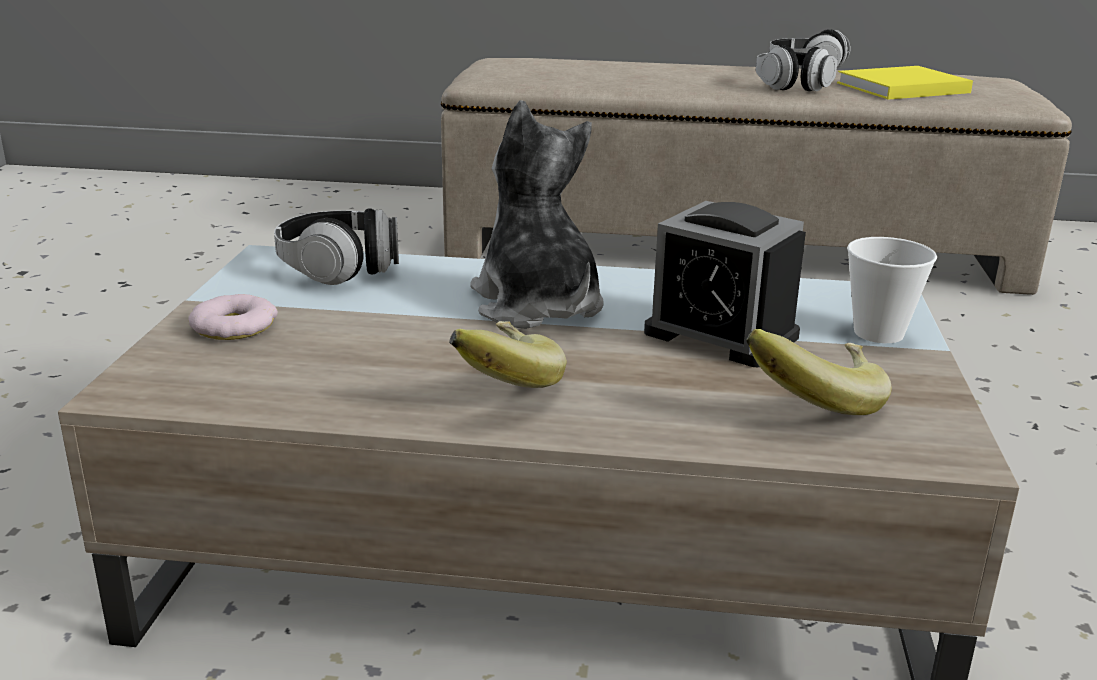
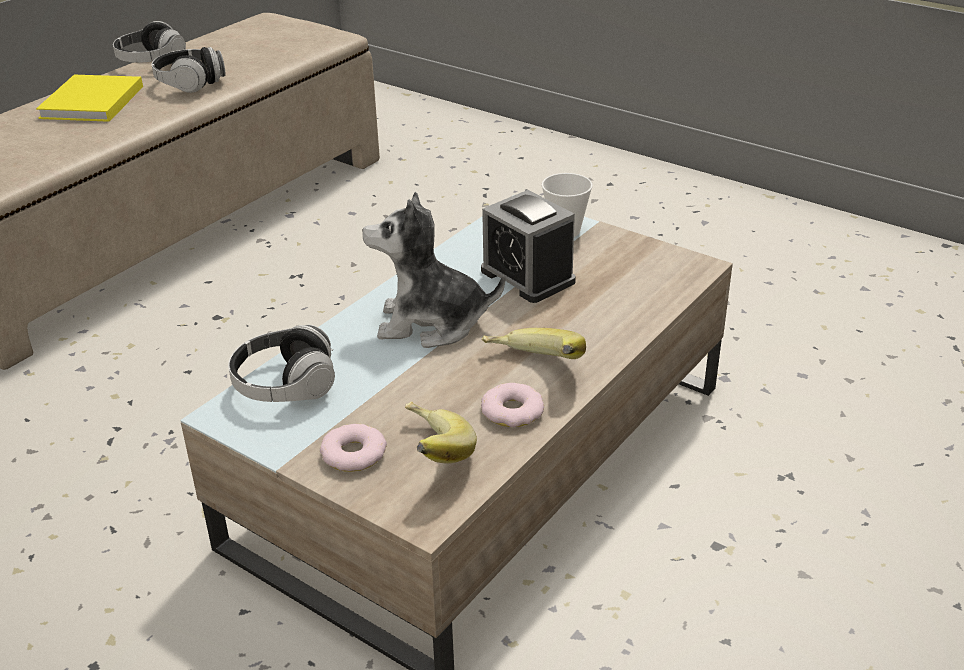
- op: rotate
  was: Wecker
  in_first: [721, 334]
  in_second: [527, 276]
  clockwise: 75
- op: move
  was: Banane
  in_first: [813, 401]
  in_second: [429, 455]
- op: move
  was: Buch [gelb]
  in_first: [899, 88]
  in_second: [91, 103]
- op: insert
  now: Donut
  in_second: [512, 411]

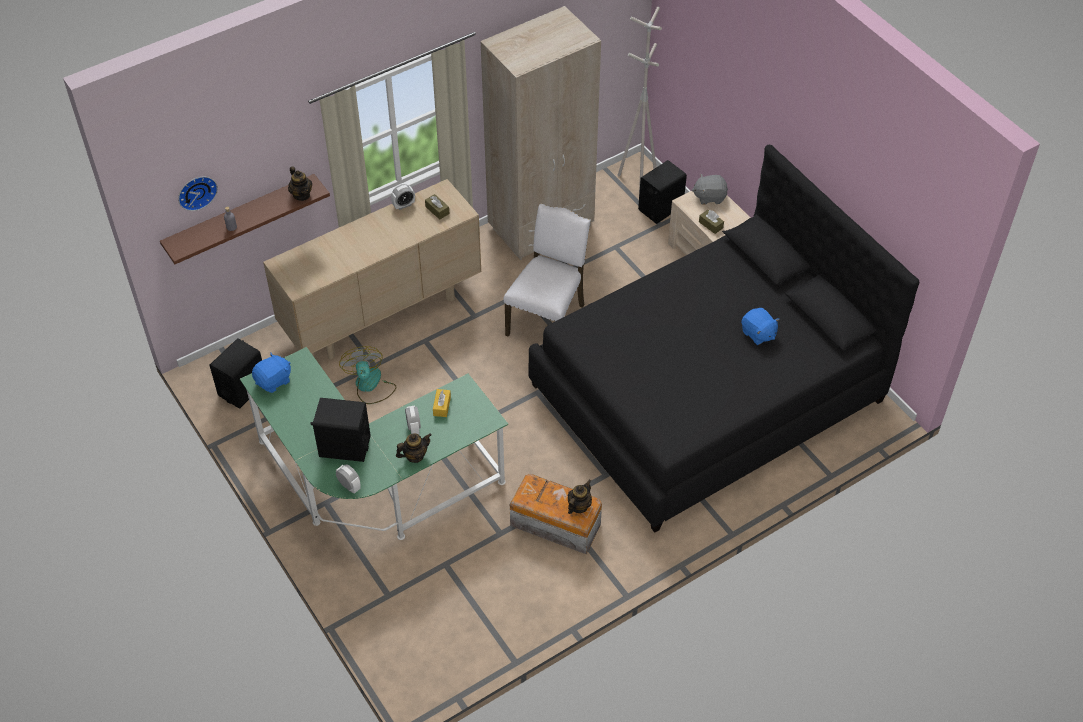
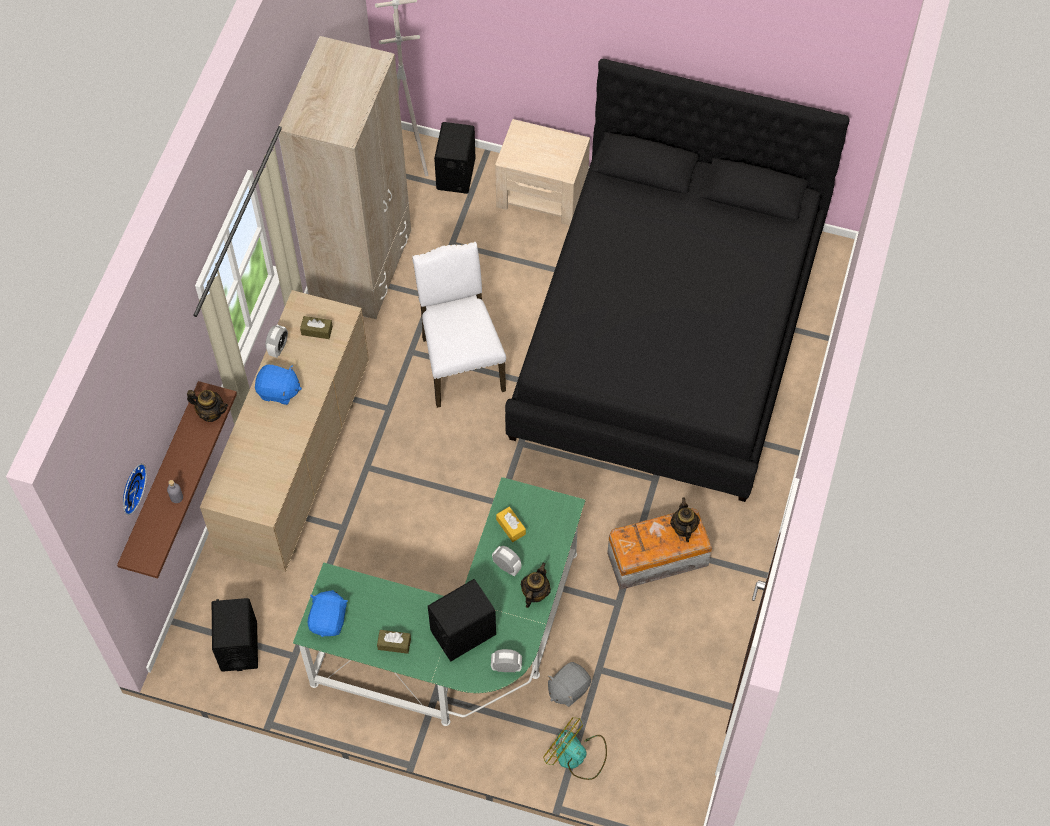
- op: move
  was: Ventilator
  in_first: [370, 386]
  in_second: [576, 756]
- op: move
  was: Plüschtier [grau]
  in_first: [709, 197]
  in_second: [568, 689]
- op: move
  was: Taschentuchbox [braun]
  in_first: [710, 225]
  in_second: [394, 644]
- op: move
  was: Plüschtier [blau]
  in_first: [758, 334]
  in_second: [278, 391]

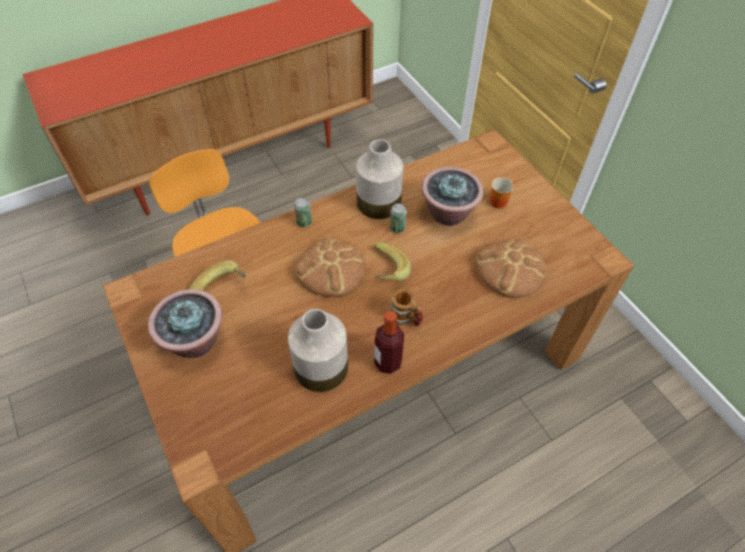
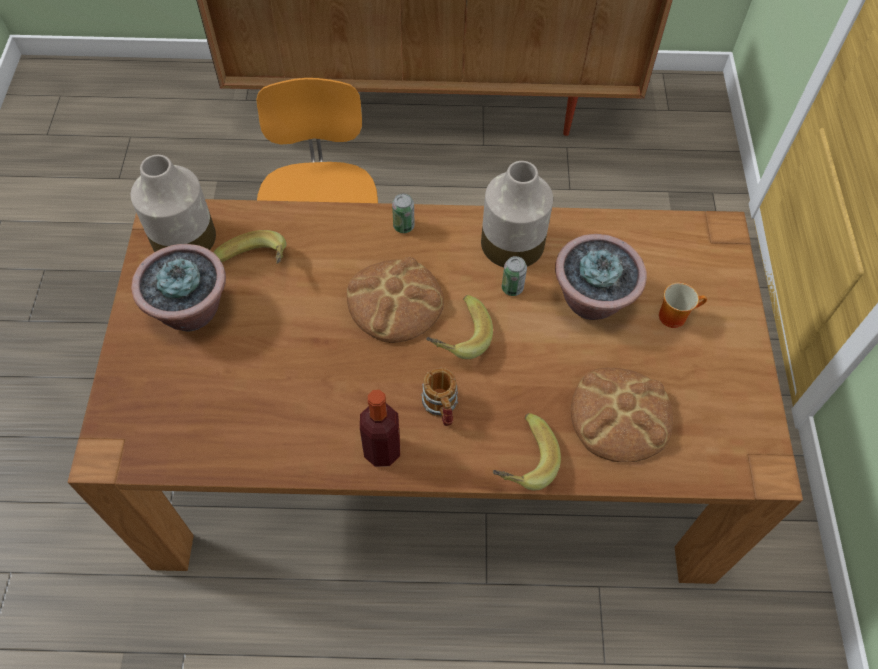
- op: move
  was: Vase [beige]
  in_first: [321, 367]
  in_second: [183, 238]
- op: insert
  now: Banane
  in_second: [520, 461]

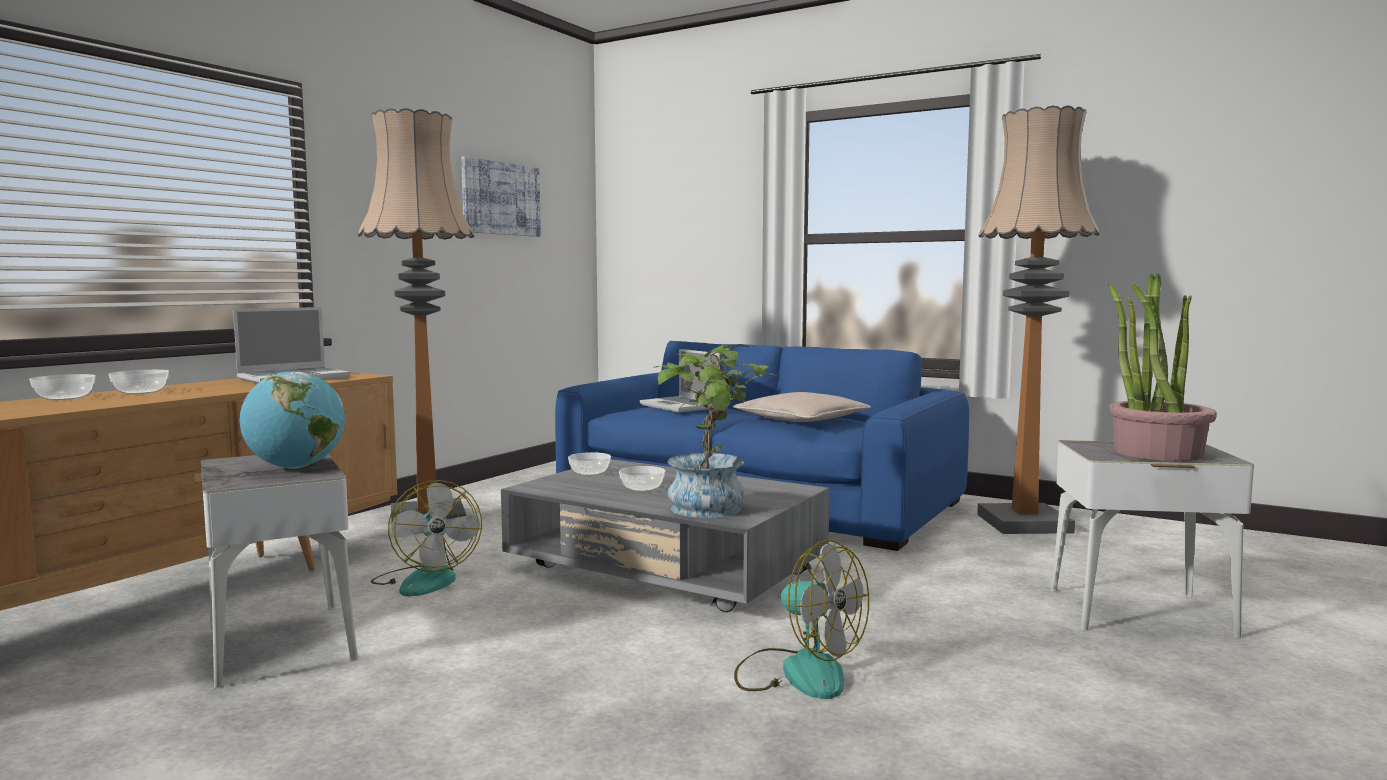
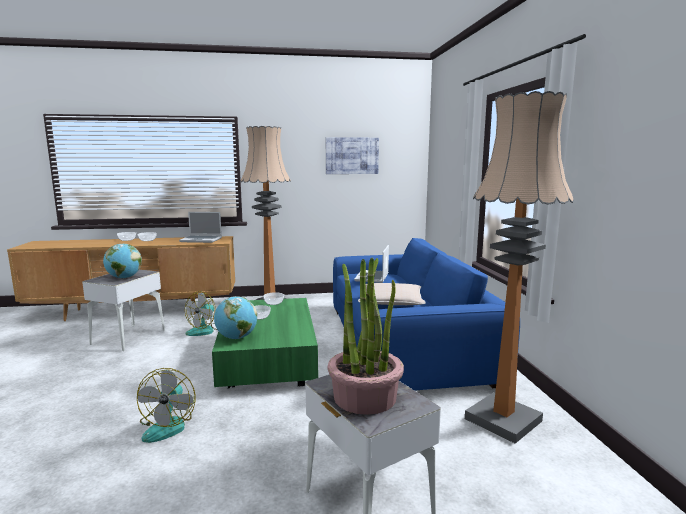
- op: recolor
  was: Couchtisch [grau]
  now: Couchtisch [grün]
  in_first: [666, 568]
  in_second: [268, 359]
- op: replace
  was: Topfpflanze
  now: Globus
  in_first: [713, 511]
  in_second: [236, 338]

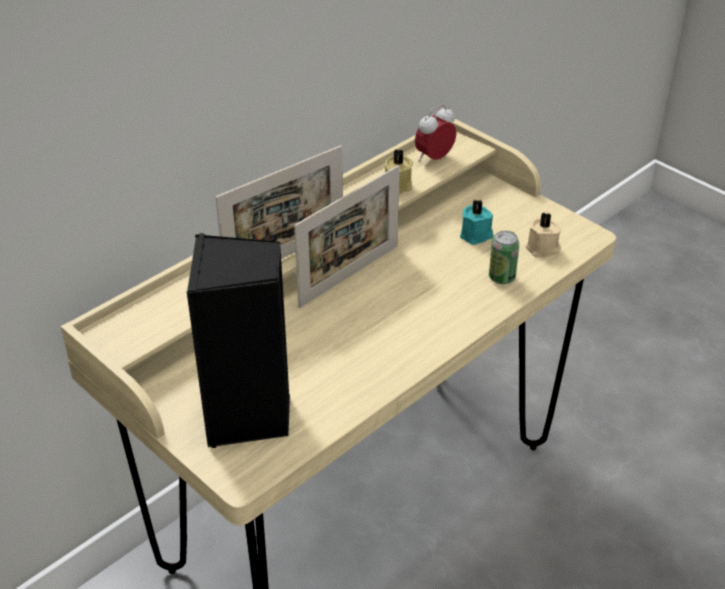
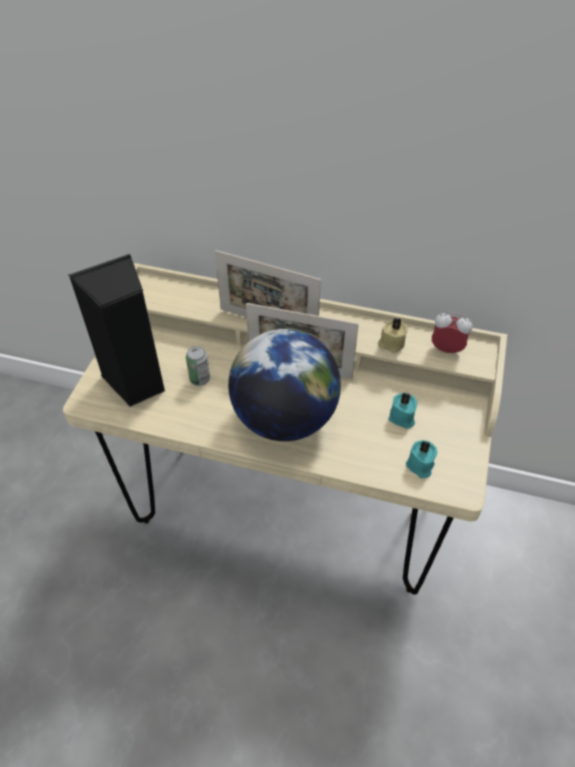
- op: move
  was: Dose
  in_first: [501, 277]
  in_second: [200, 379]
- op: recolor
  was: Kerze [beige]
  now: Kerze [türkis]
  in_first: [543, 249]
  in_second: [420, 466]
- op: insert
  now: Globus
  in_second: [284, 418]

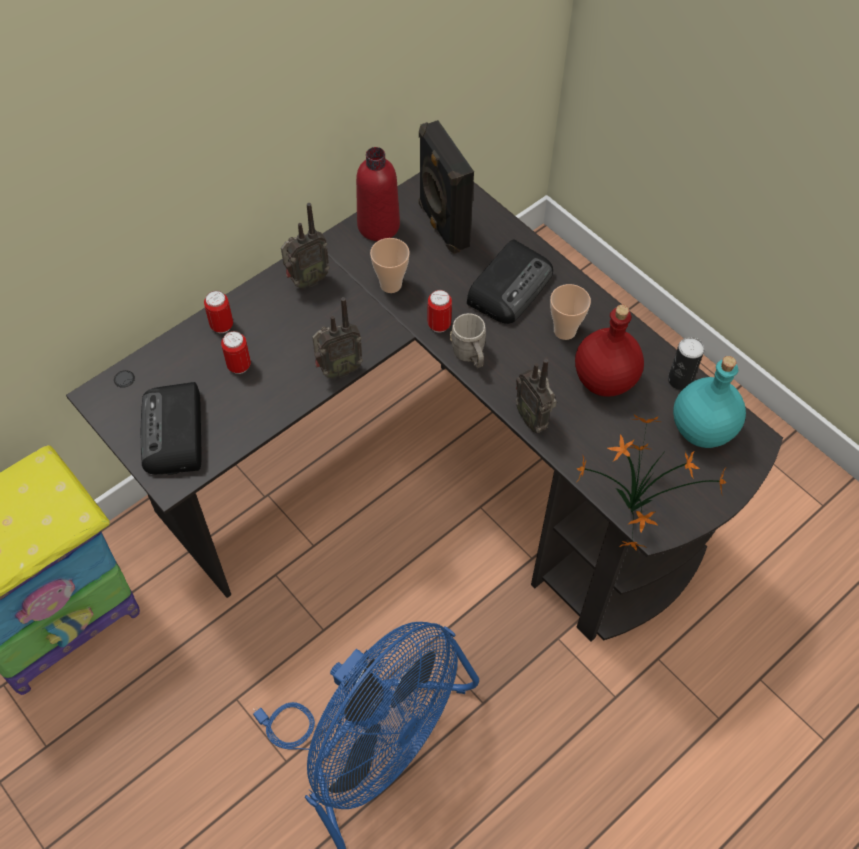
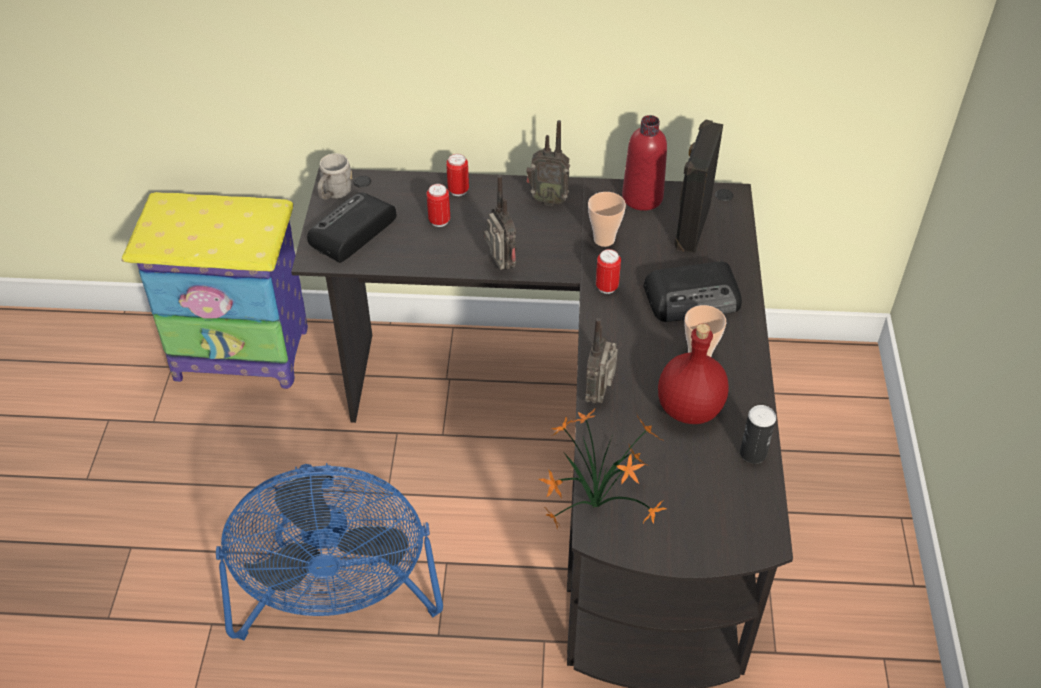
- op: rotate
  was: Radio
  in_first: [338, 369]
  in_second: [500, 266]
  clockwise: -135
- op: move
  was: Henkelbecher [grau]
  in_first: [470, 356]
  in_second: [334, 194]
- op: delete
  was: Flasche [türkis]
  in_first: [702, 428]

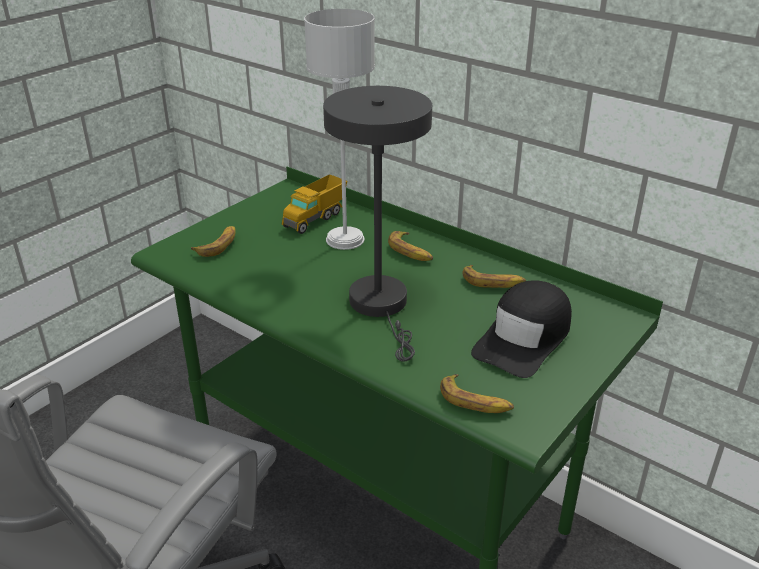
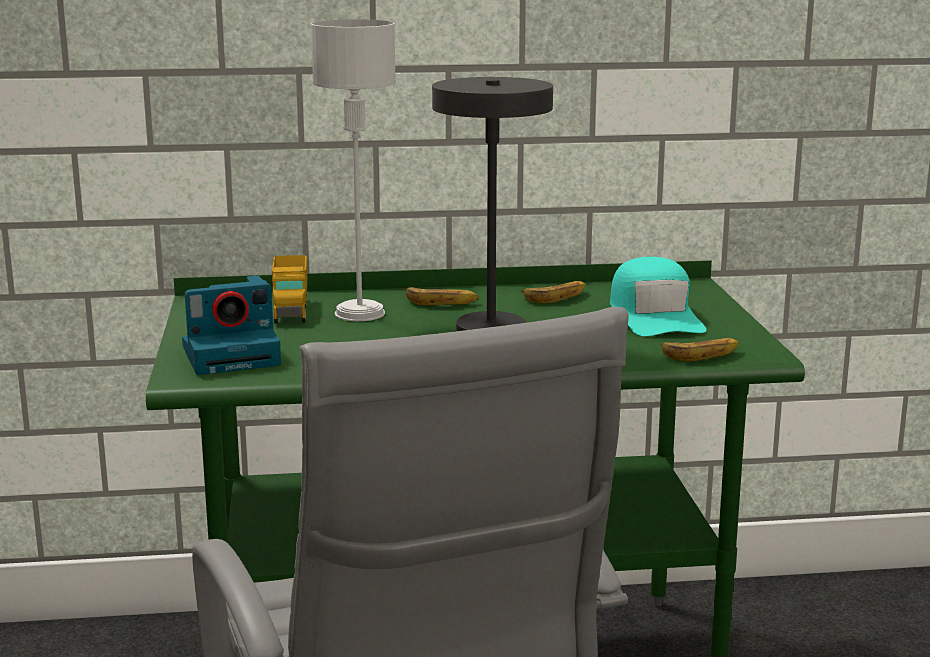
- op: replace
  was: Banane
  now: Kamera
  in_first: [218, 245]
  in_second: [233, 355]
- op: recolor
  was: Kappe [schwarz]
  now: Kappe [türkis]
  in_first: [524, 339]
  in_second: [654, 316]

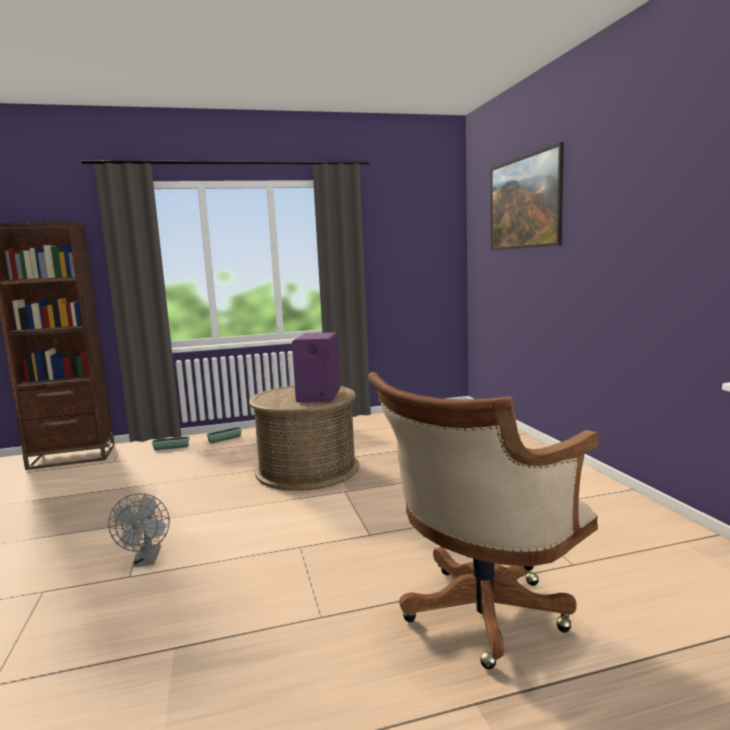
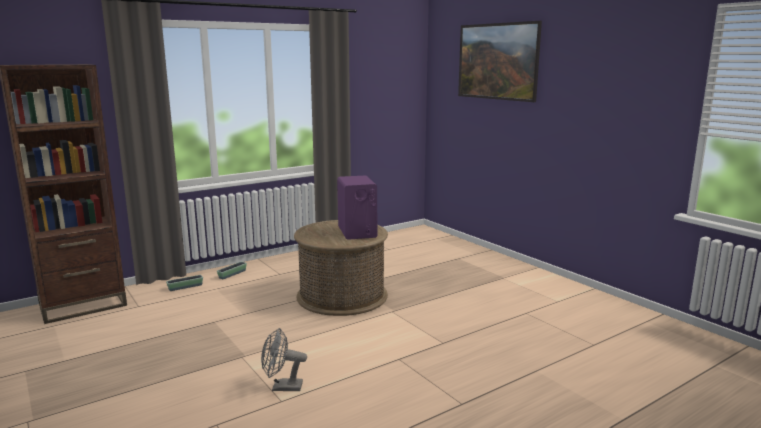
- op: rotate
  was: Ventilator [grau]
  in_first: [147, 560]
  in_second: [282, 387]
  clockwise: 120
- op: delete
  was: Bürostuhl
  in_first: [480, 616]

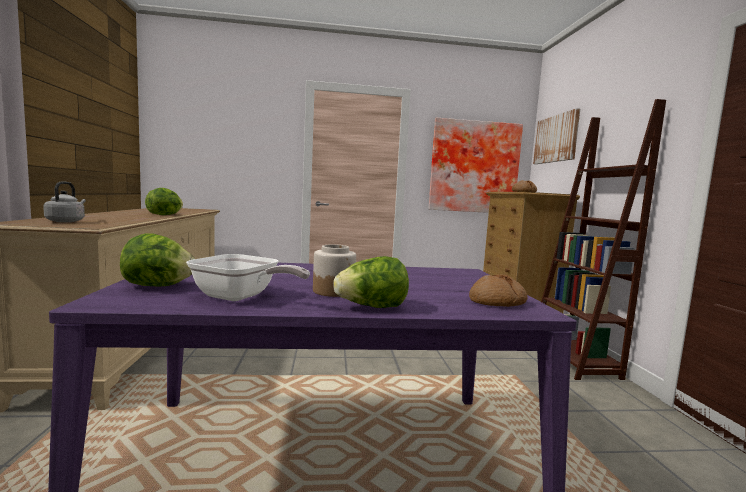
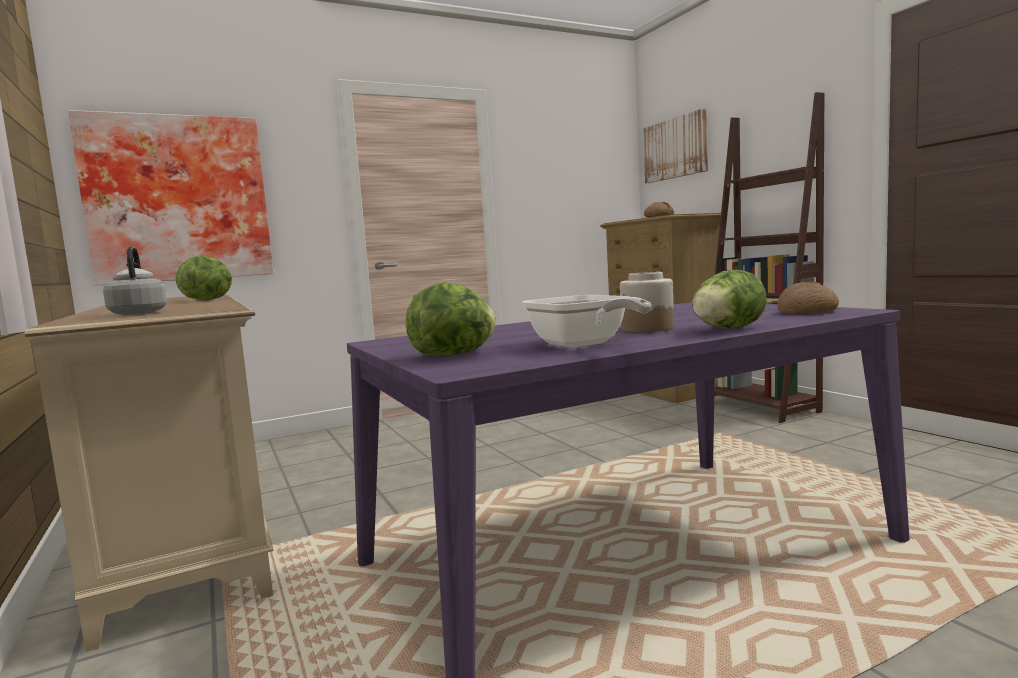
- op: rotate
  was: Pfanne
  in_first: [241, 297]
  in_second: [583, 345]
  clockwise: 60
- op: move
  was: Bild
  in_first: [473, 167]
  in_second: [178, 199]

